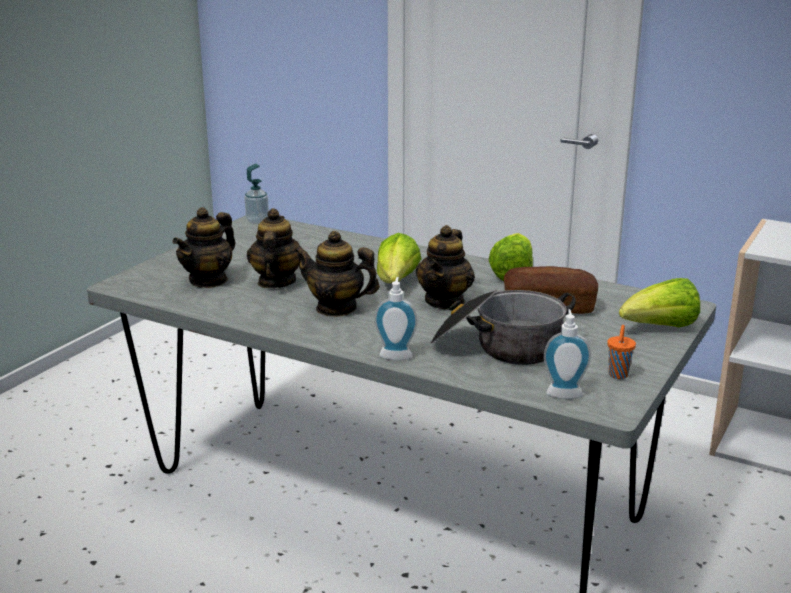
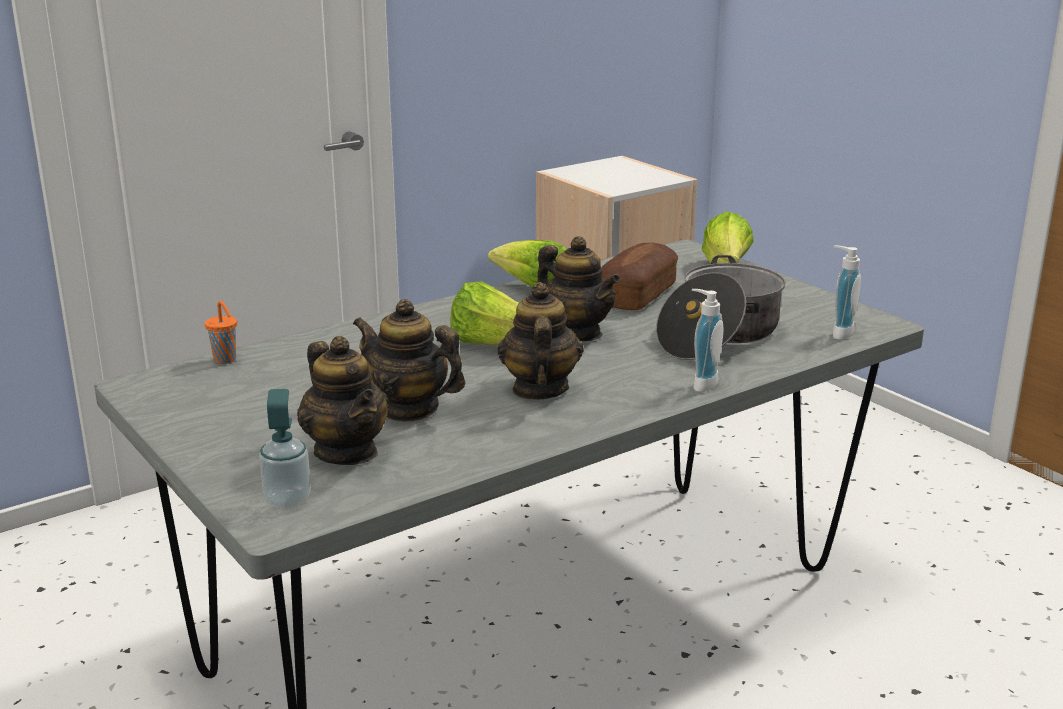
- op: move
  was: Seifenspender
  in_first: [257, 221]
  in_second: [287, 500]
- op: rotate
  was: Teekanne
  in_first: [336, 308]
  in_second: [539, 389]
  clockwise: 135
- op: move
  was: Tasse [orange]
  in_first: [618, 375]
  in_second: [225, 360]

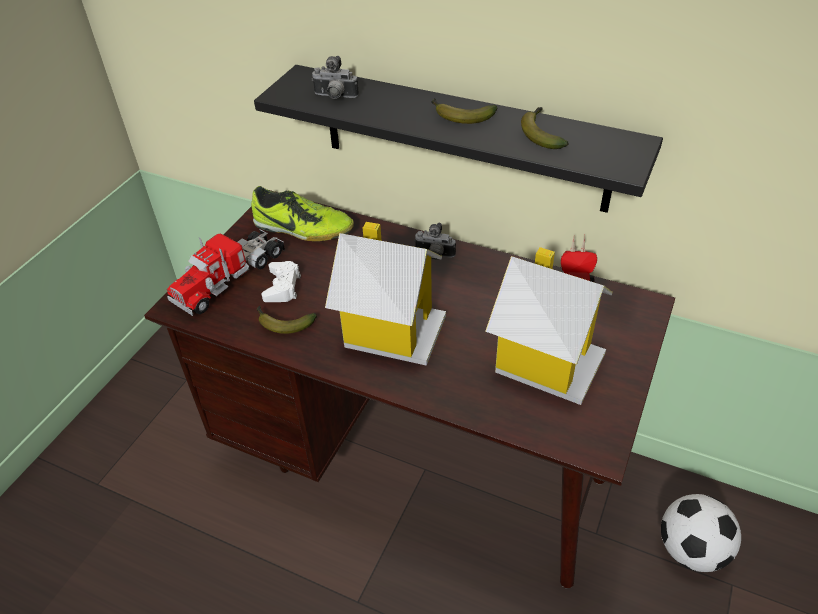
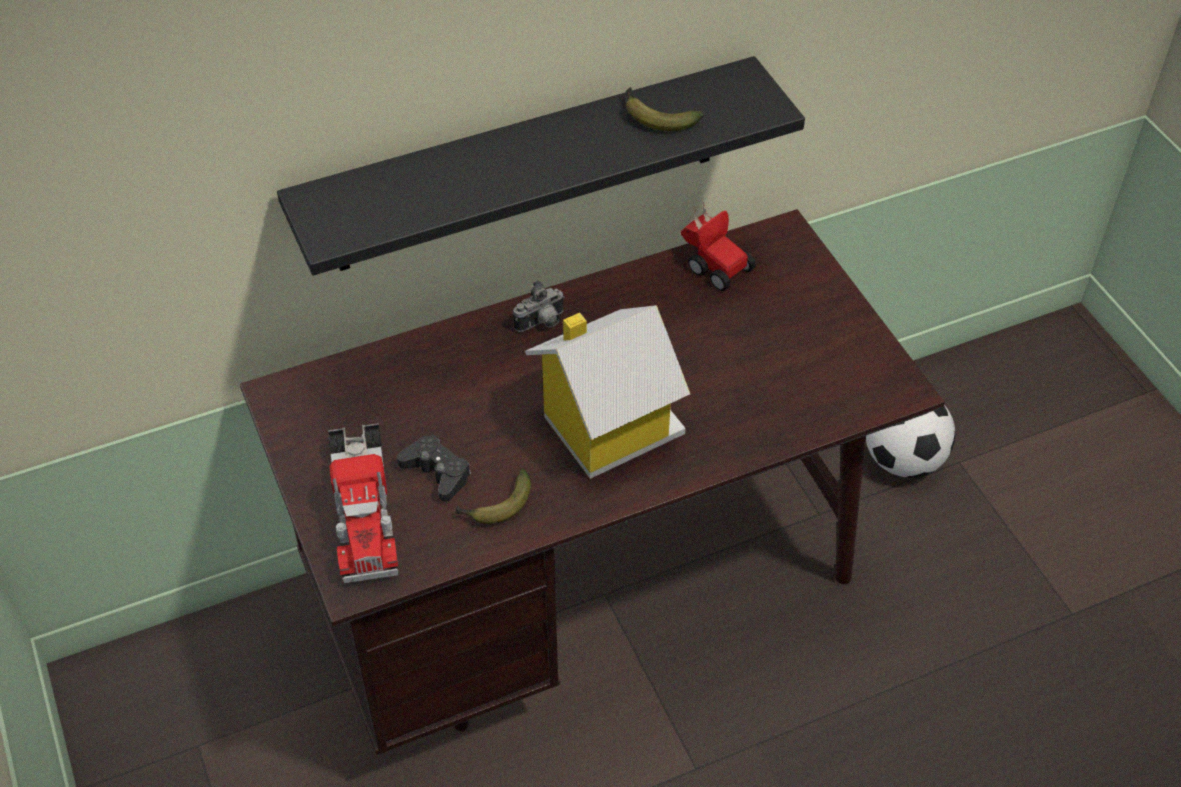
- op: delete
  was: Schuh
  in_first: [303, 229]
- op: recolor
  was: Gamepad [weiß]
  now: Gamepad [schwarz]
  in_first: [282, 286]
  in_second: [437, 472]
- op: delete
  was: Kamera
  in_first: [335, 97]
- op: delete
  was: Banane
  in_first: [460, 116]
- op: delete
  was: Spielzeughaus
  in_first: [545, 360]

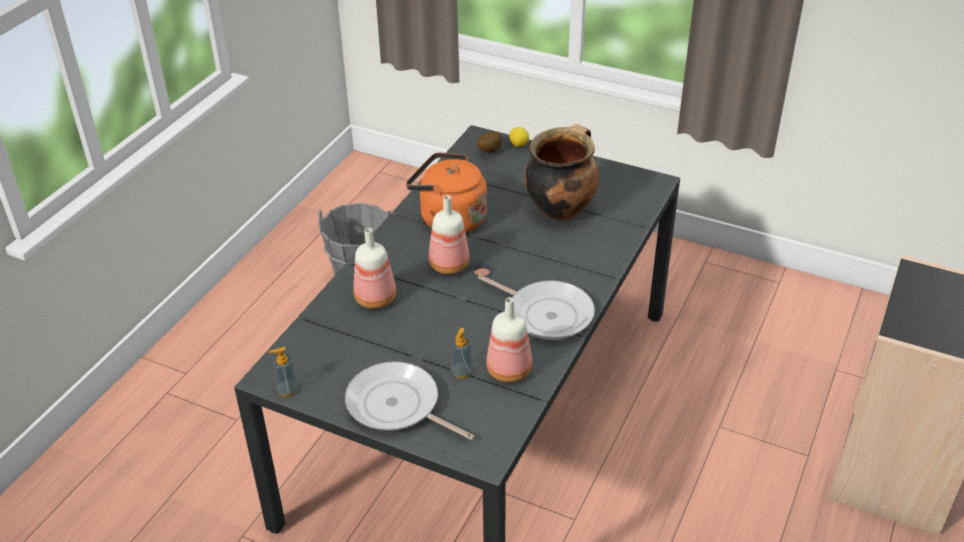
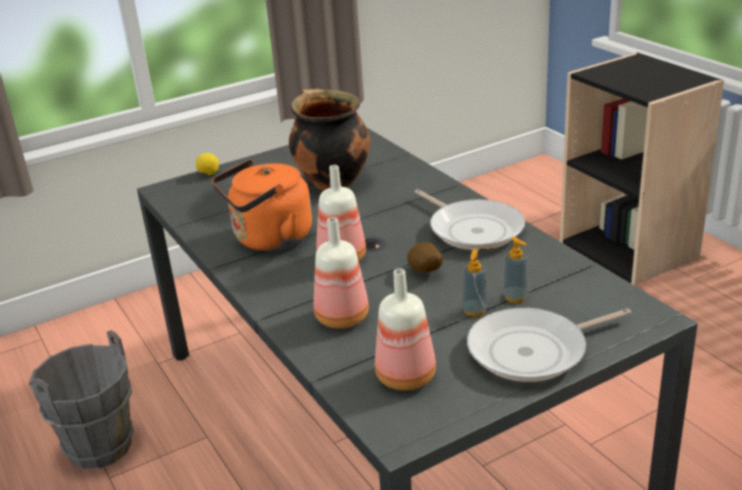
- op: move
  was: Seifenspender
  in_first: [287, 390]
  in_second: [474, 310]
- op: move
  was: Kartoffel
  in_first: [488, 151]
  in_second: [424, 272]
- op: rotate
  was: Pfanne
  in_first: [546, 313]
  in_second: [473, 229]
  clockwise: 75
- op: move
  was: Flasche
  in_first: [510, 370]
  in_second: [407, 376]

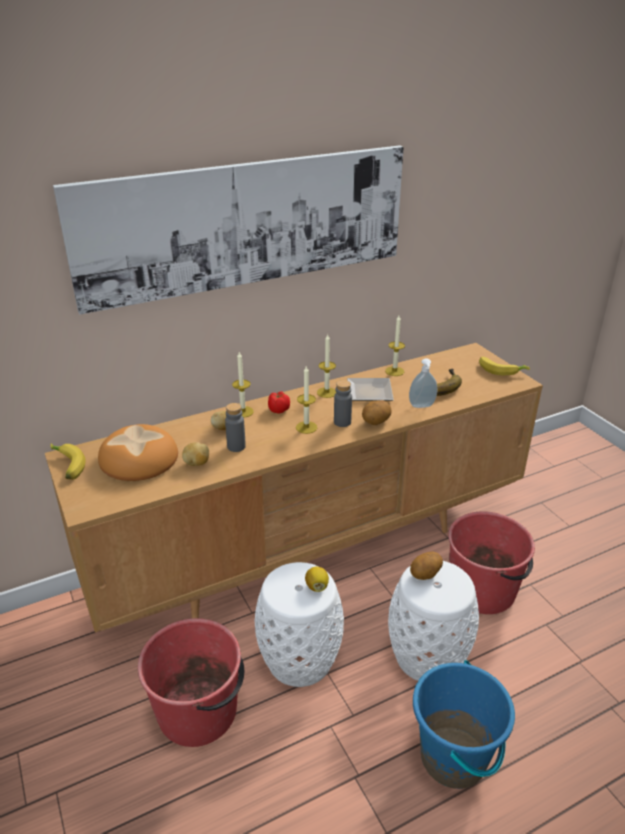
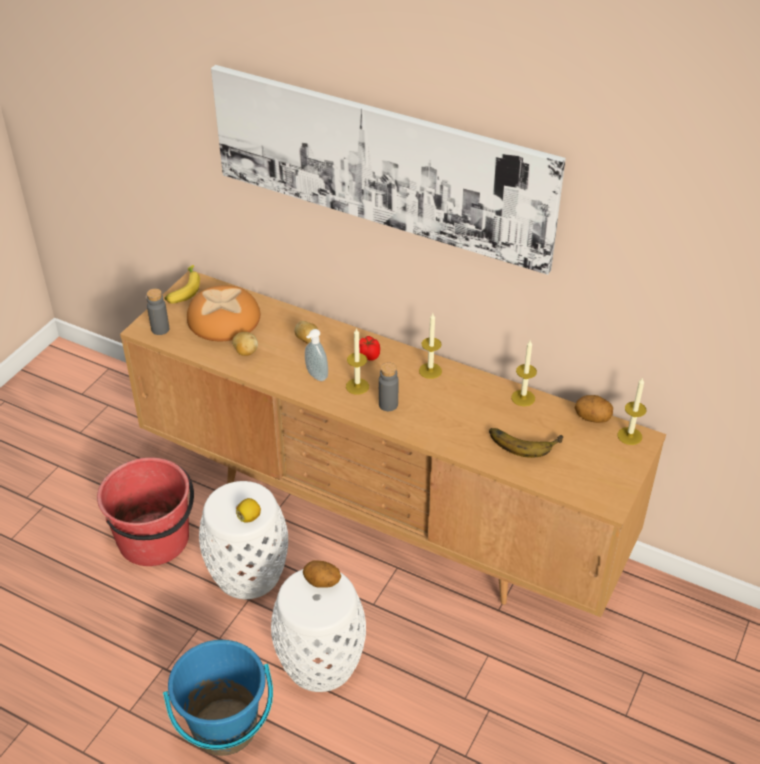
- op: move
  was: Flasche [grau]
  in_first: [236, 446]
  in_second: [160, 329]
- op: move
  was: Kerze
  in_first: [243, 412]
  in_second: [629, 436]
- op: delete
  was: Teller
  in_first: [371, 391]
- op: move
  was: Kartoffel
  in_first: [375, 422]
  in_second: [592, 418]
- op: move
  was: Seifenspender
  in_first: [422, 406]
  in_second: [315, 376]
- op: delete
  was: Eimer [rot]
  in_first: [483, 589]
- op: delete
  was: Banane
  in_first: [501, 370]

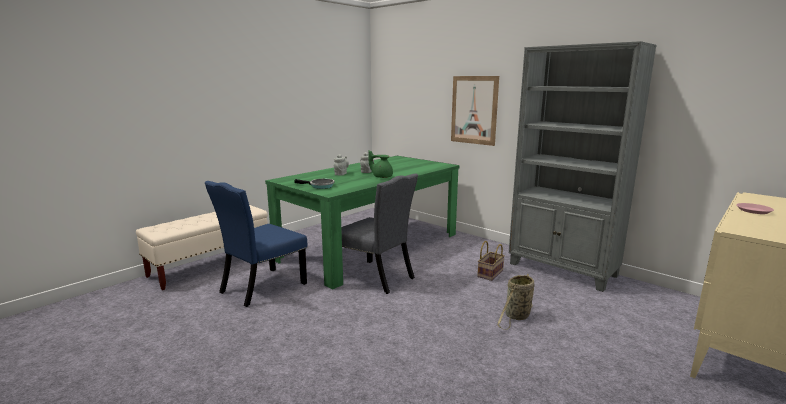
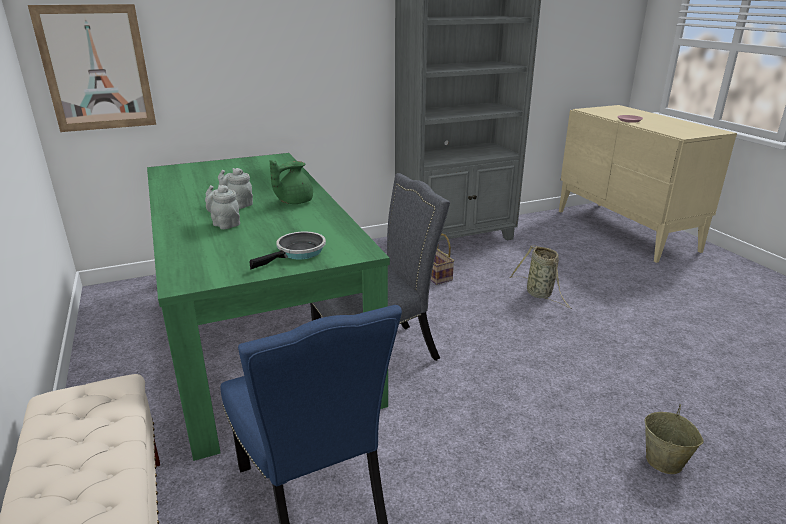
- op: move
  was: Bild
  in_first: [474, 110]
  in_second: [96, 68]
- op: insert
  now: Eimer [beige]
  in_second: [664, 461]

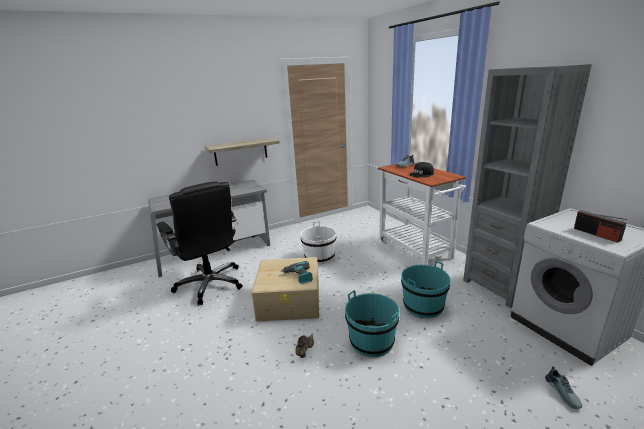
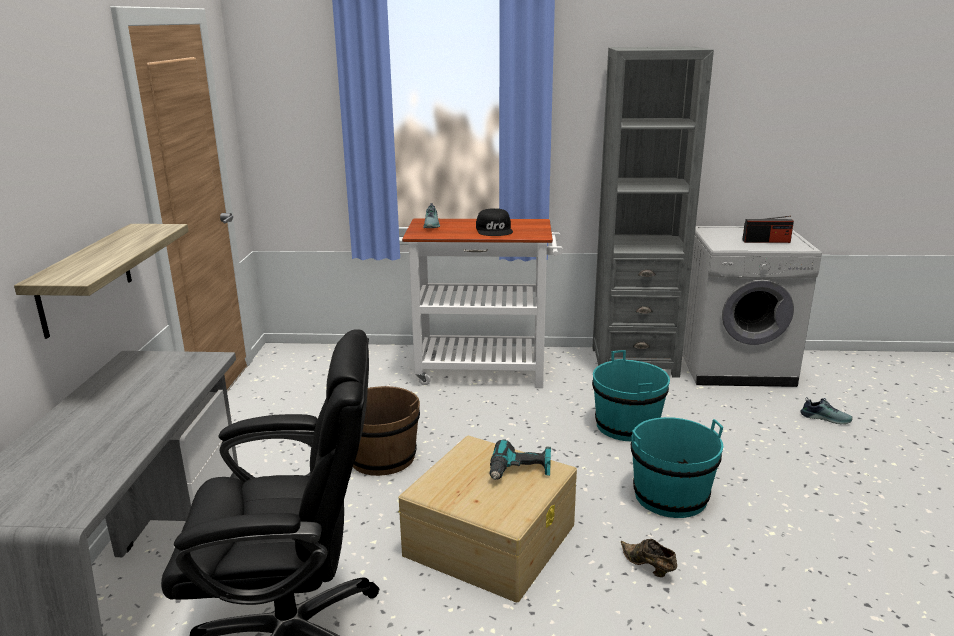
- op: recolor
  was: Eimer [weiß]
  now: Eimer [braun]
  in_first: [319, 257]
  in_second: [382, 457]

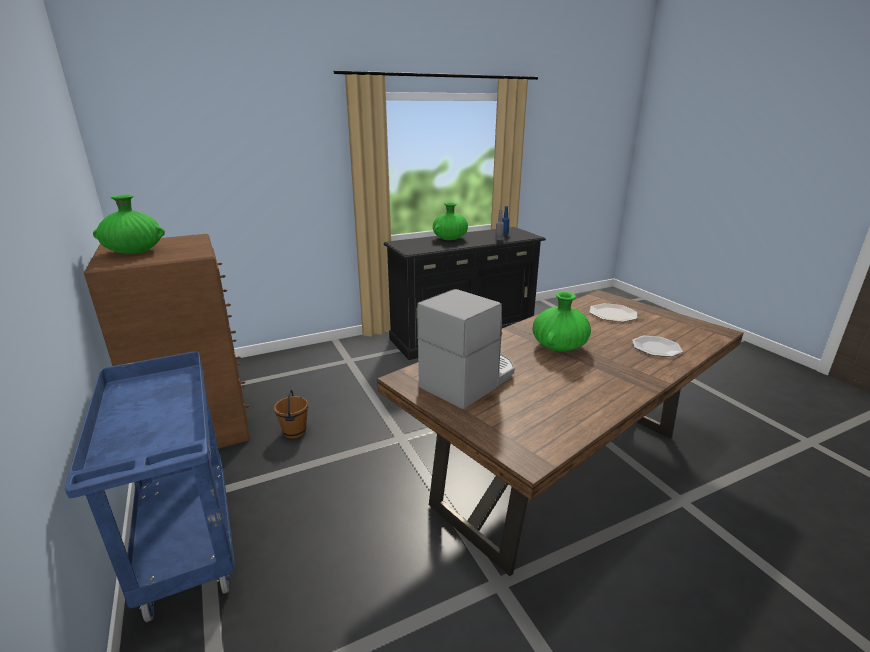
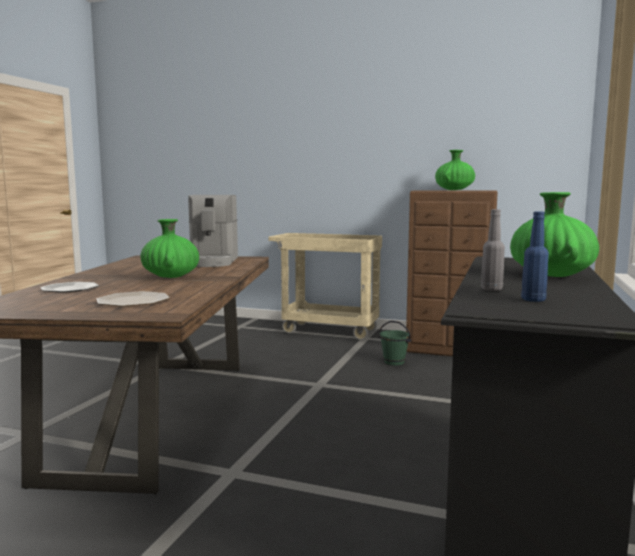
- op: recolor
  was: Rollwagen [blau]
  now: Rollwagen [beige]
  in_first: [188, 551]
  in_second: [325, 332]
- op: recolor
  was: Eimer [braun]
  now: Eimer [grün]
  in_first: [294, 432]
  in_second: [394, 362]

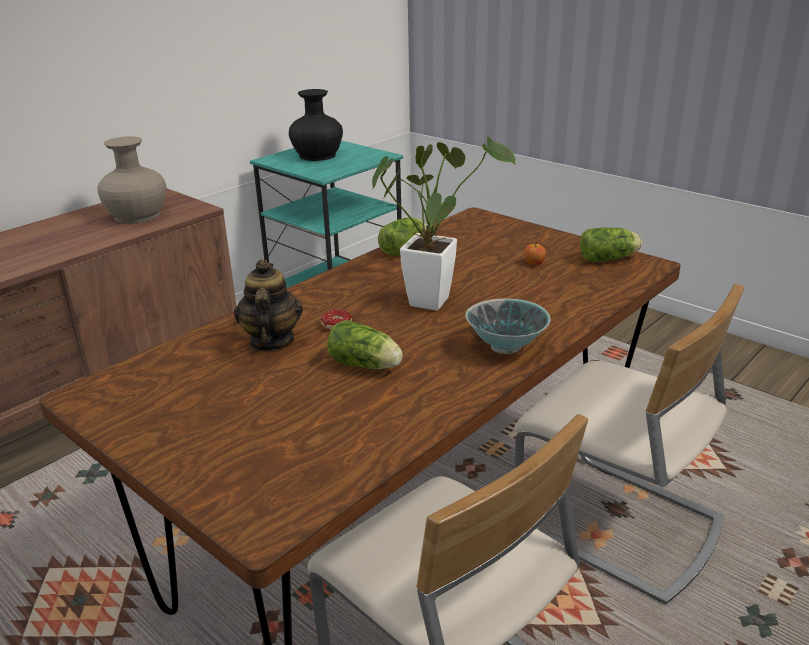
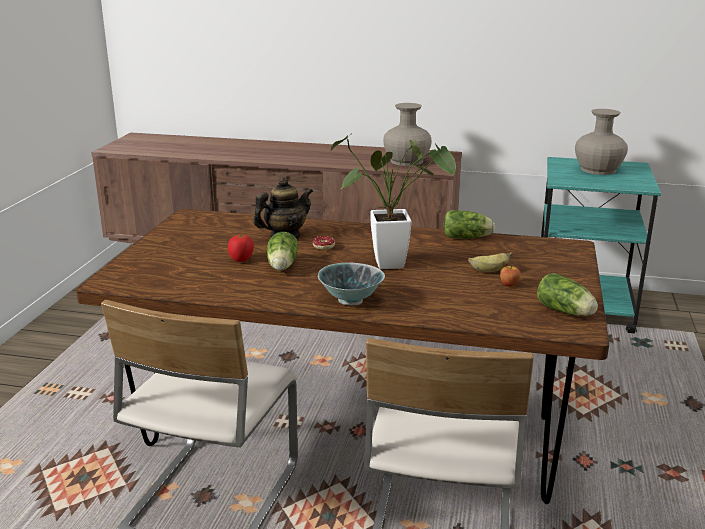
- op: recolor
  was: Vase [schwarz]
  now: Vase [beige]
  in_first: [317, 155]
  in_second: [598, 169]
- op: insert
  now: Tomate
  in_second: [241, 259]
- op: insert
  now: Banane
  in_second: [489, 271]

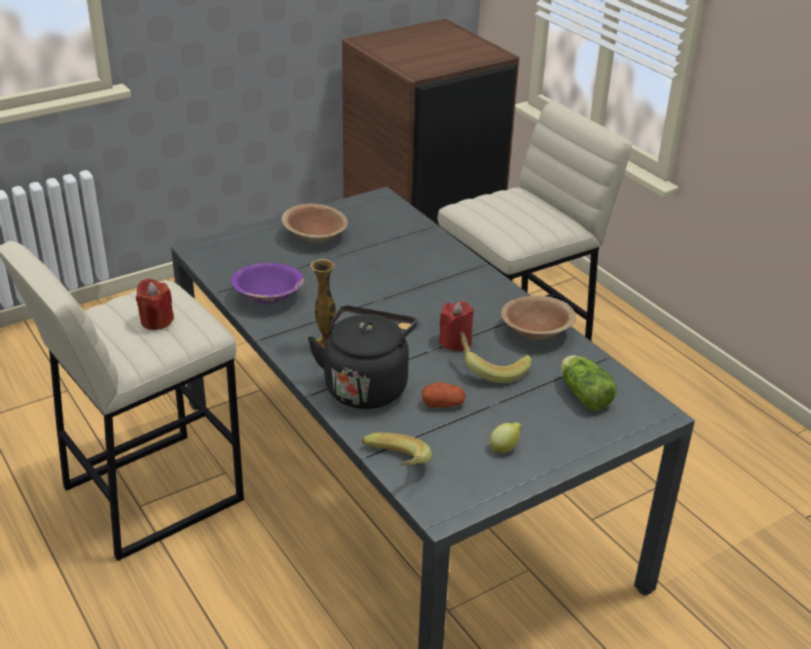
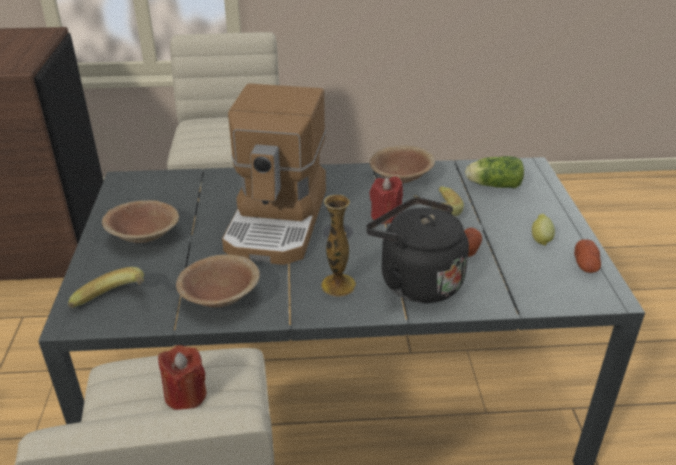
- op: recolor
  was: Schüssel [lila]
  now: Schüssel [braun]
  in_first: [268, 297]
  in_second: [220, 297]
- op: move
  was: Banane
  in_first: [393, 467]
  in_second: [114, 304]
- op: insert
  now: Kaffeemaschine
  in_second: [279, 221]
- op: insert
  now: Kartoffel
  in_second: [585, 265]

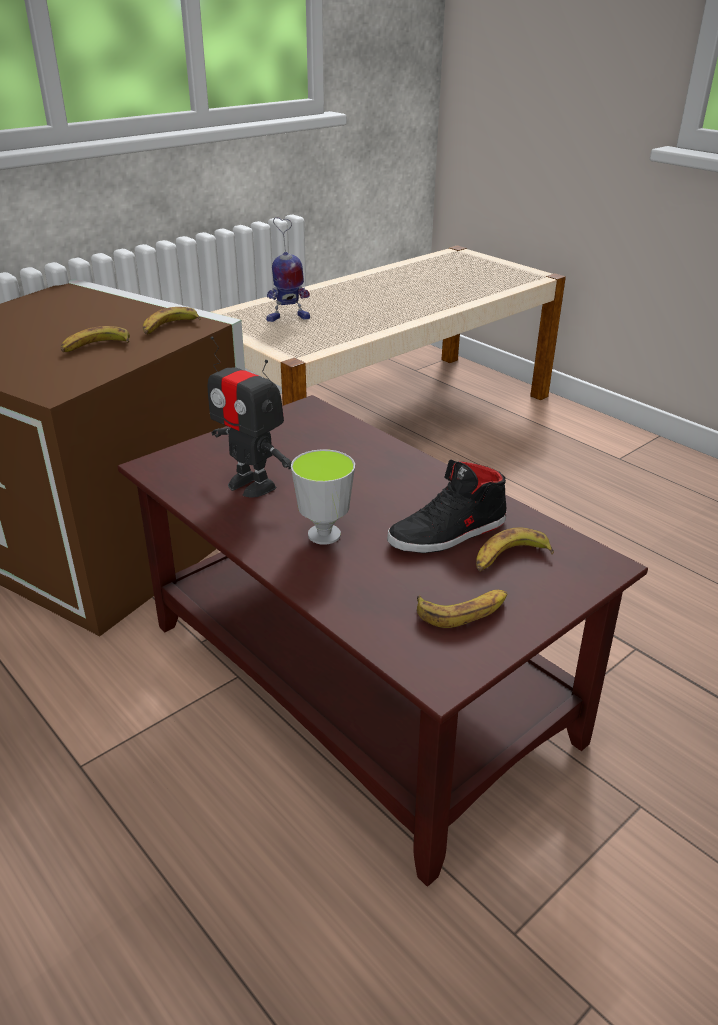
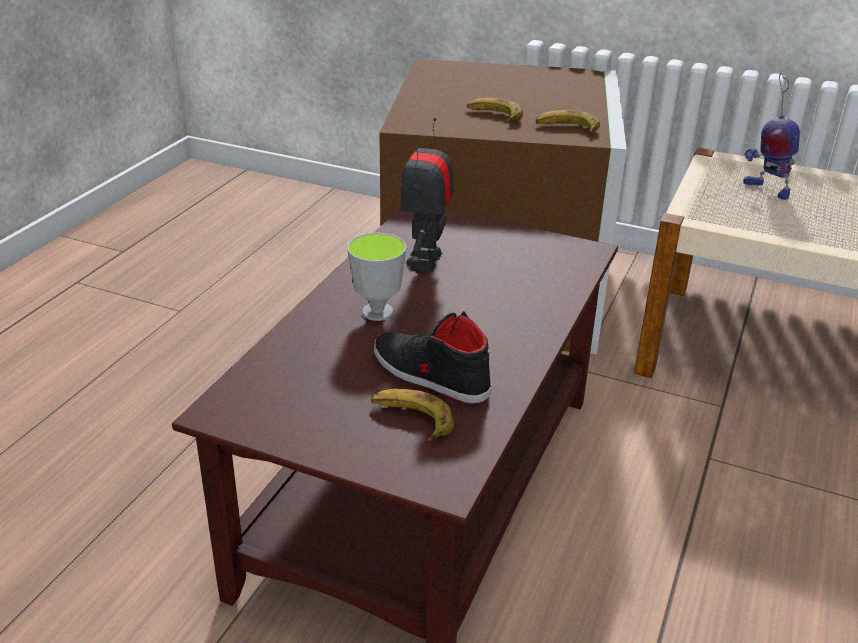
- op: delete
  was: Banane
  in_first: [463, 611]

